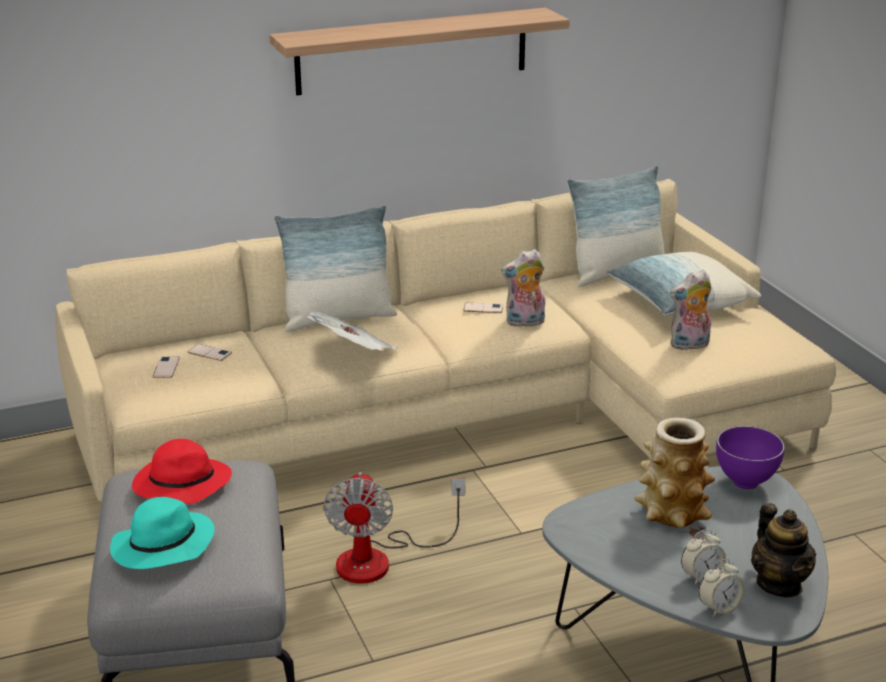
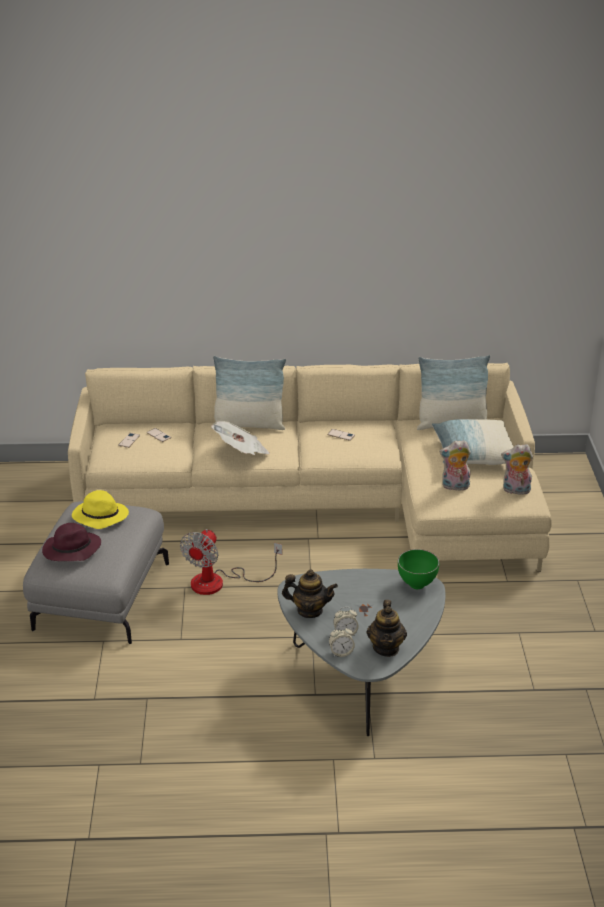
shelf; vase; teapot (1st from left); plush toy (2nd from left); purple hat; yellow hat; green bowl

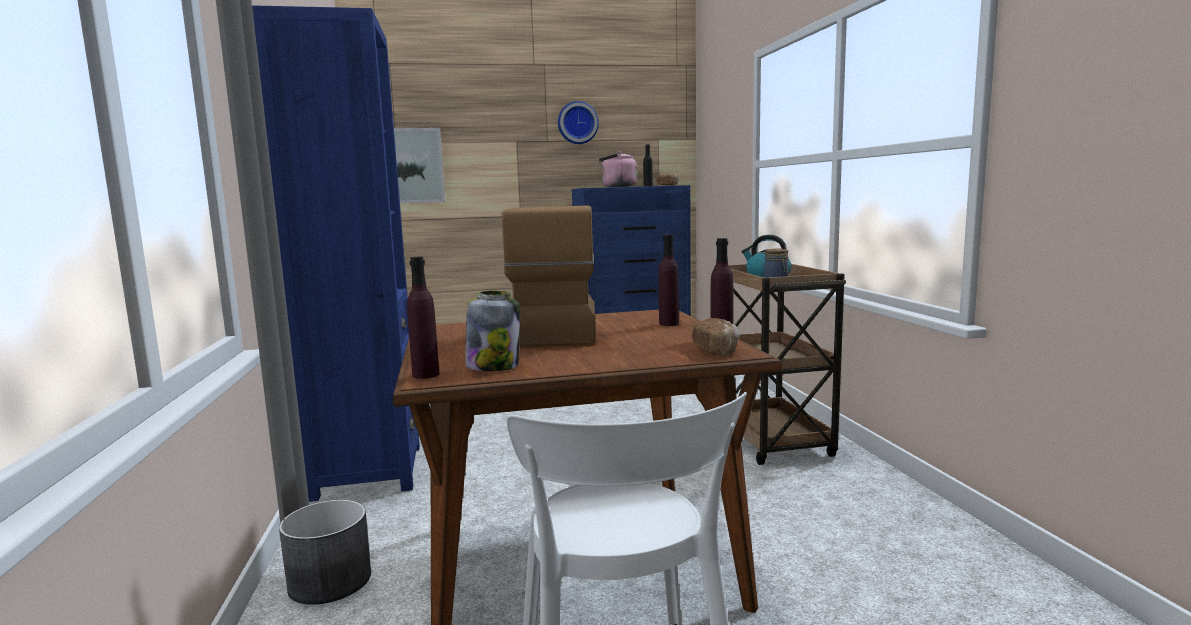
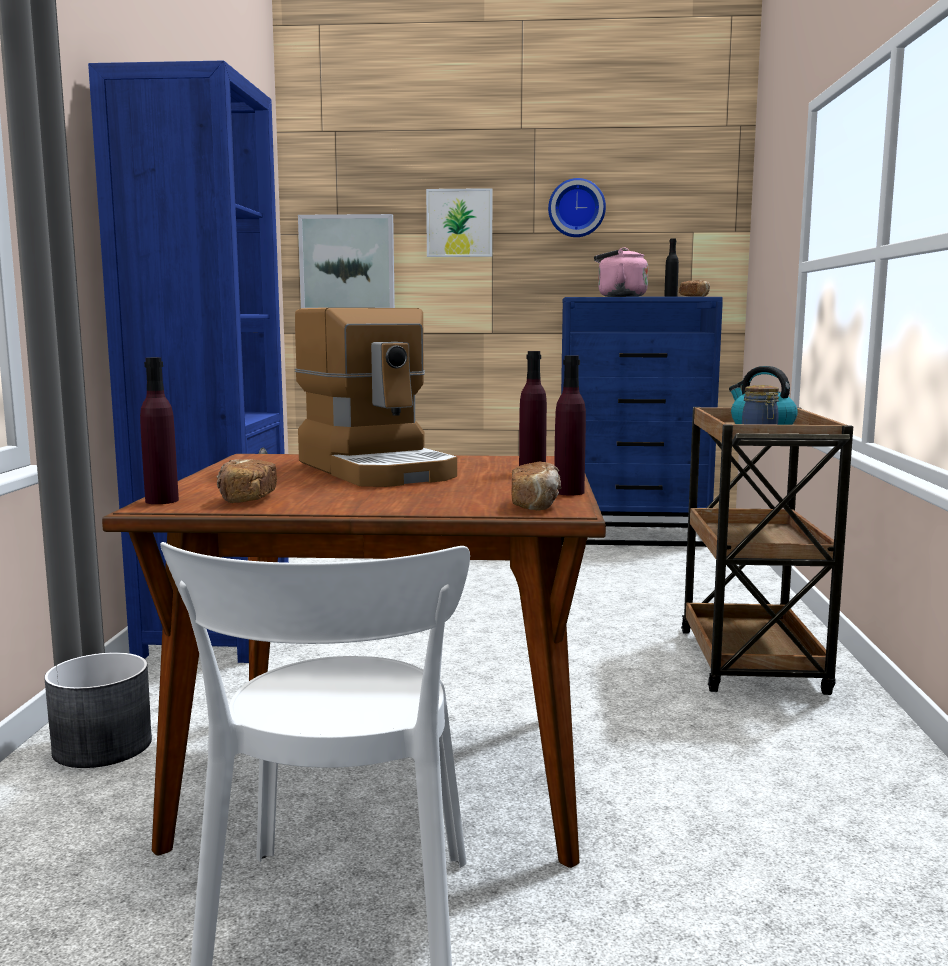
picture (2nd from left); bread (1st from left); coffee machine

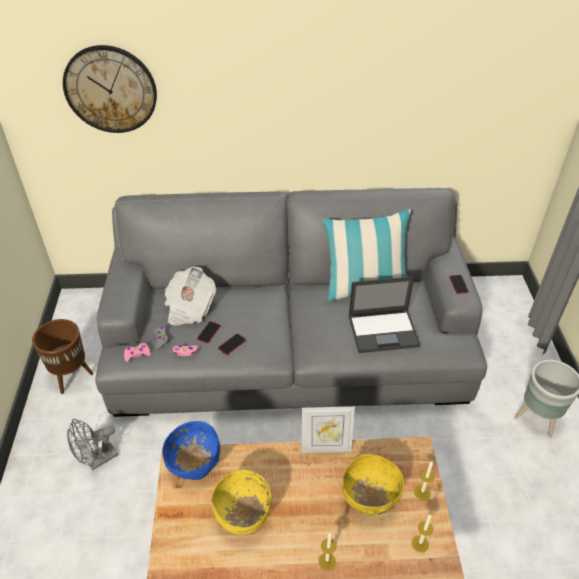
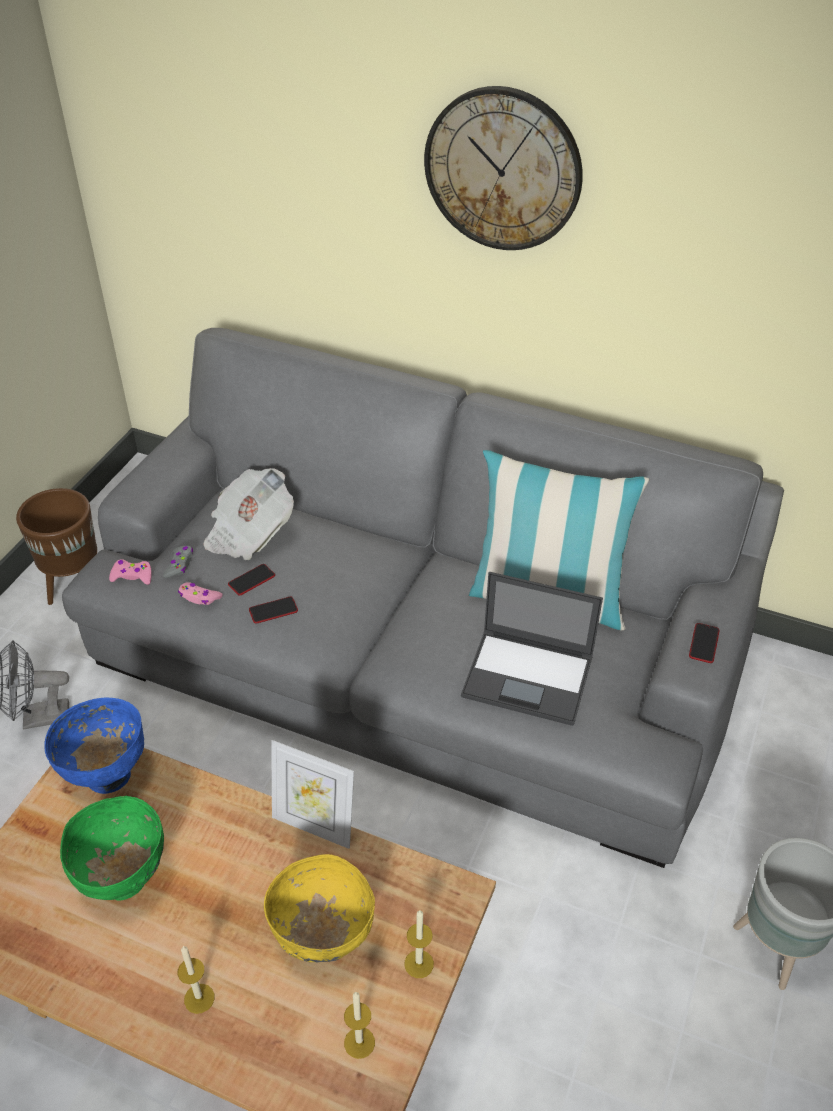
wall clock; green bowl

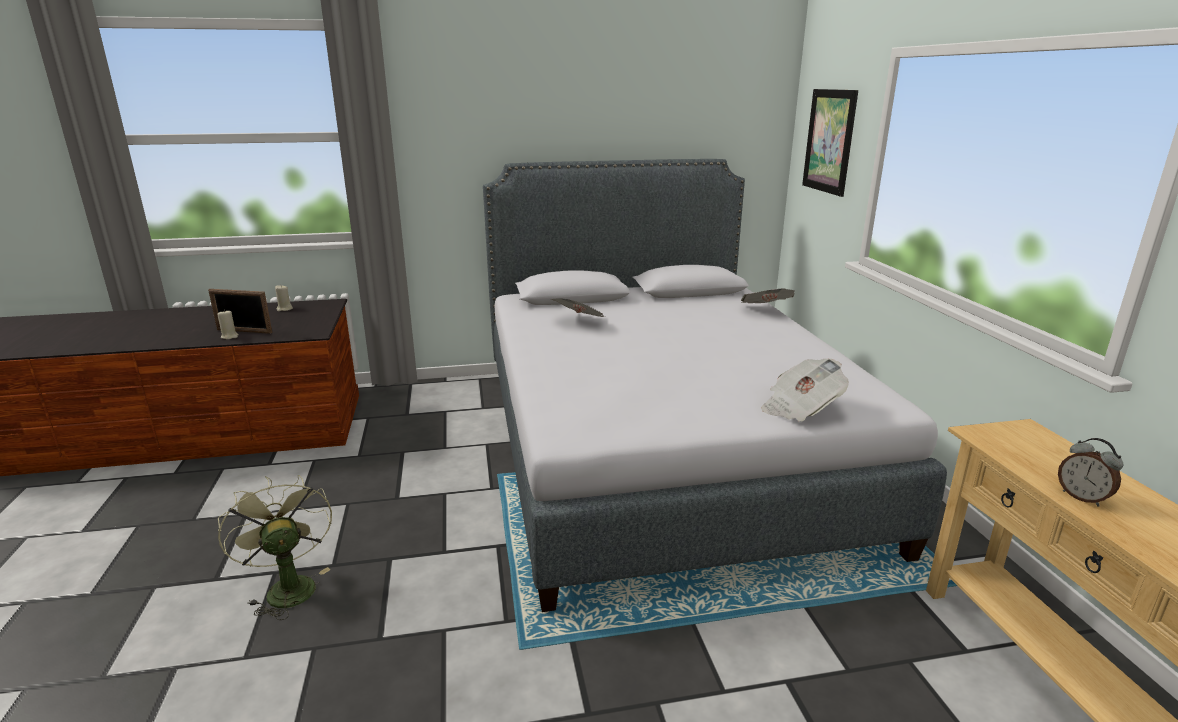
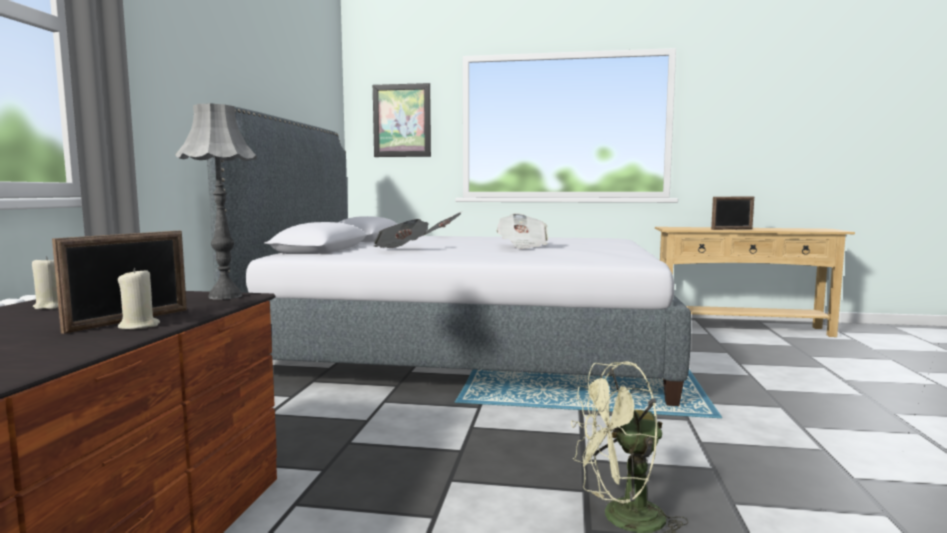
grey table lamp; newspaper (3rd from left); picture frame (2nd from left)

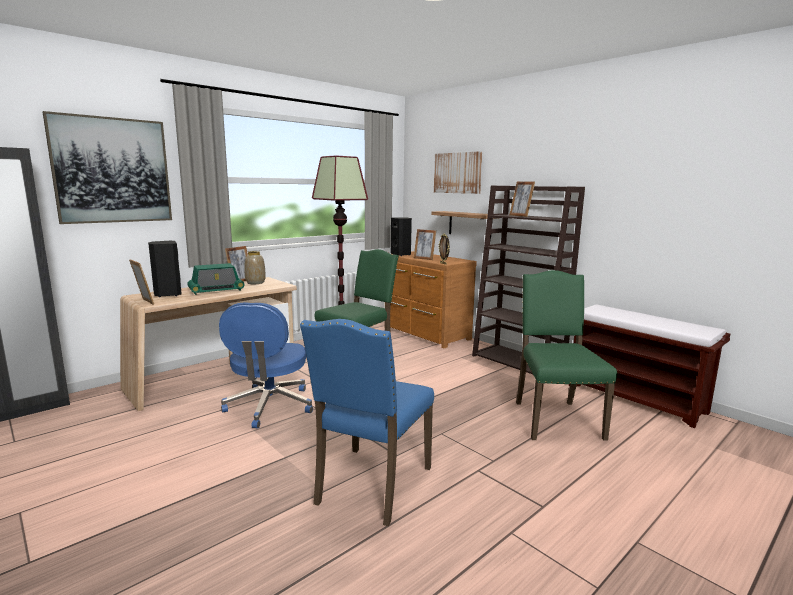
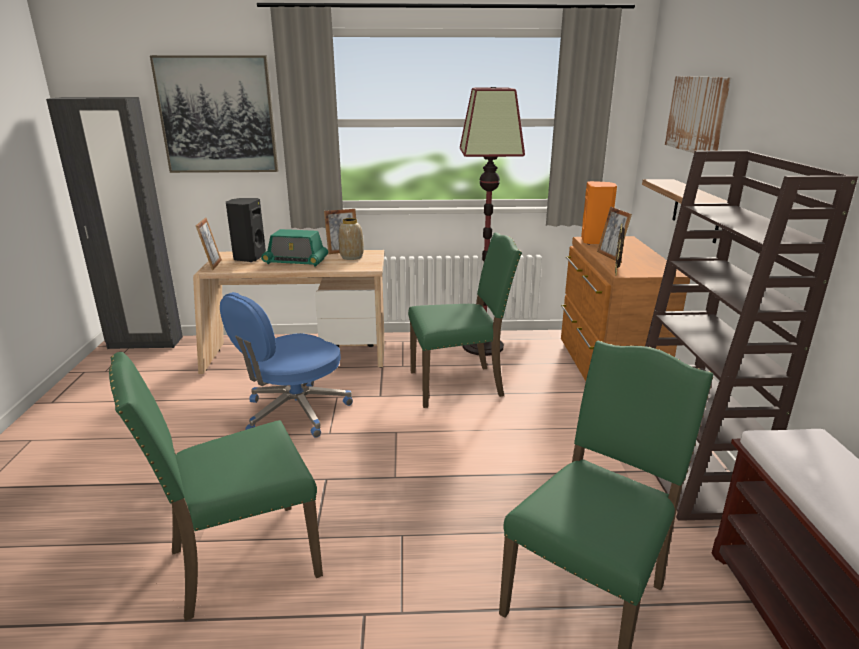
picture frame (5th from left in the first image); green chair (1st from left); orange speaker

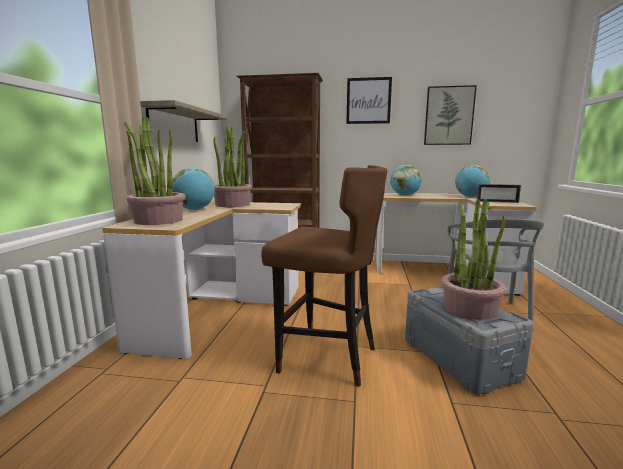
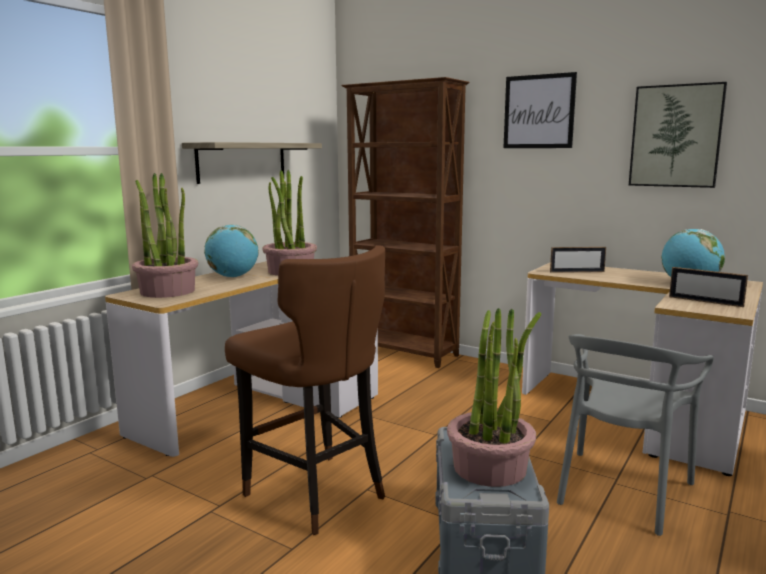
picture frame (1st from left)

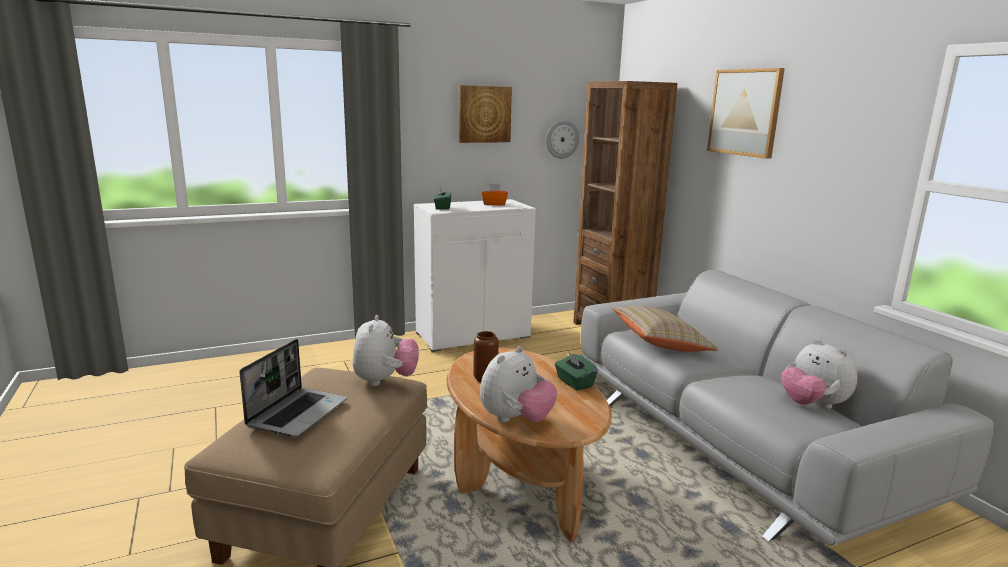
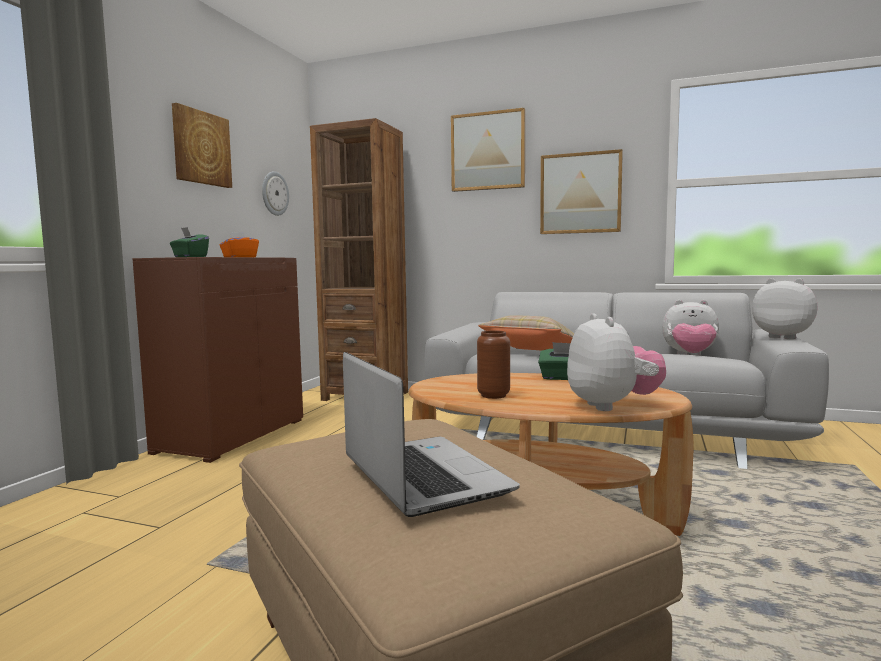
picture (3rd from left); plush toy (3rd from left); brown cabinet

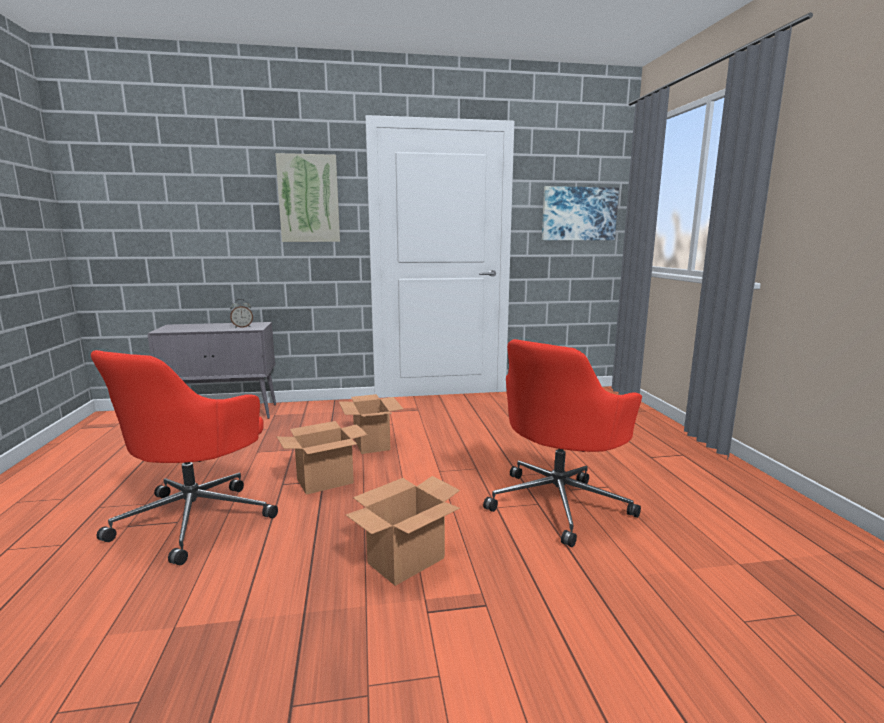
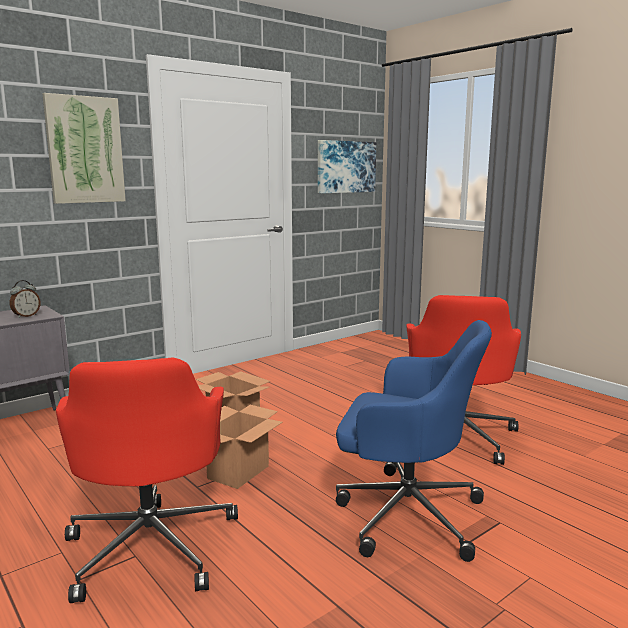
blue office chair

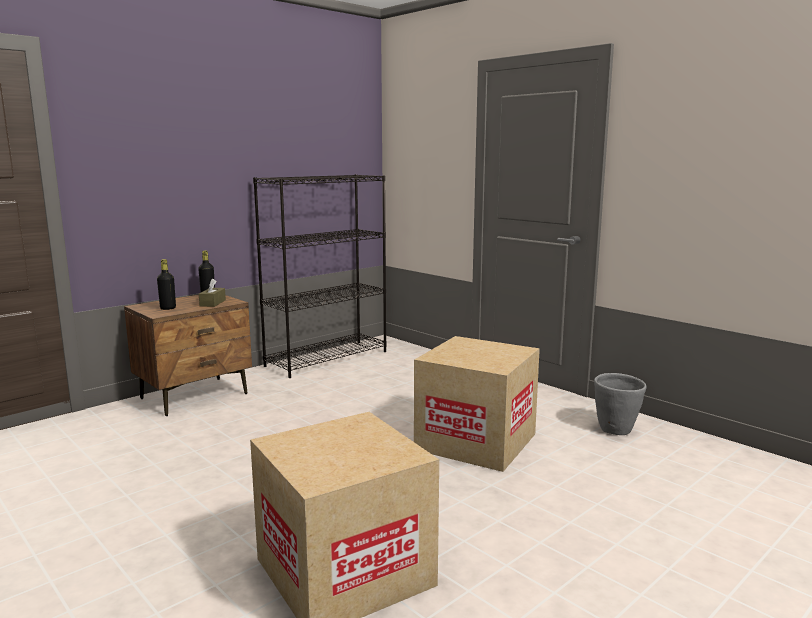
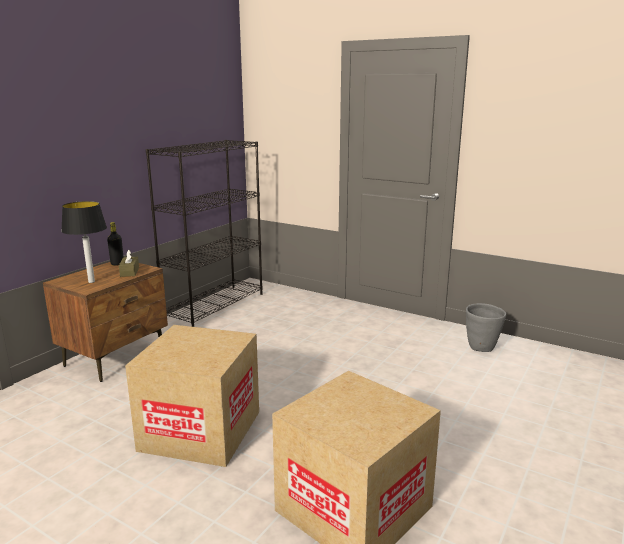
cardboard box (1st from left); table lamp

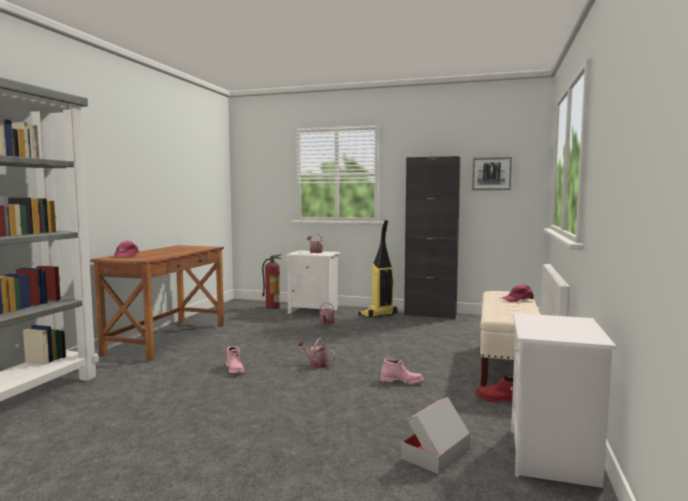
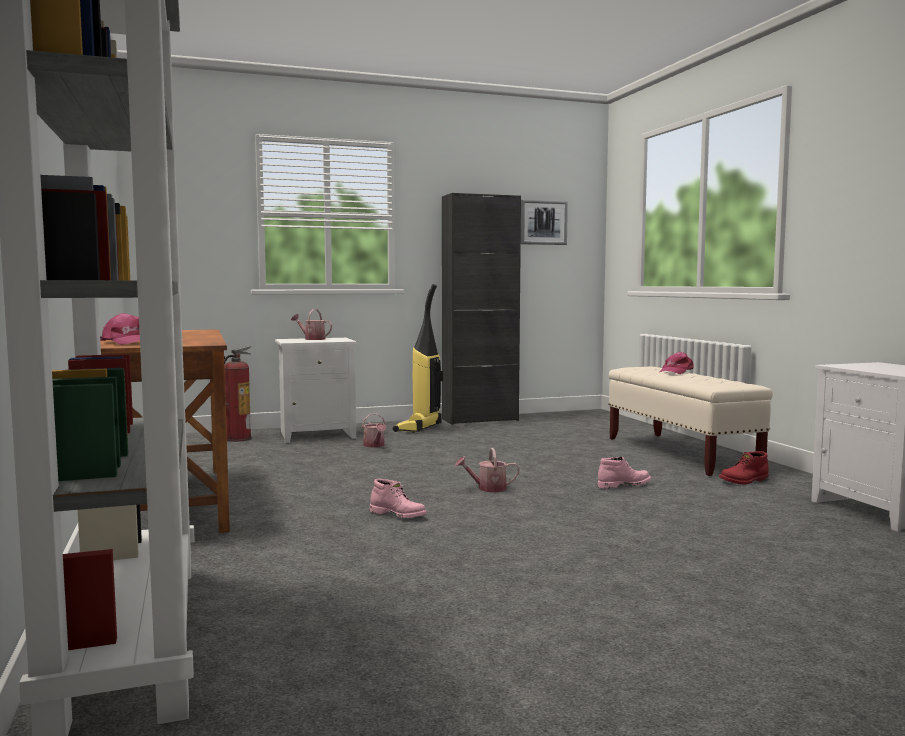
cardboard box

